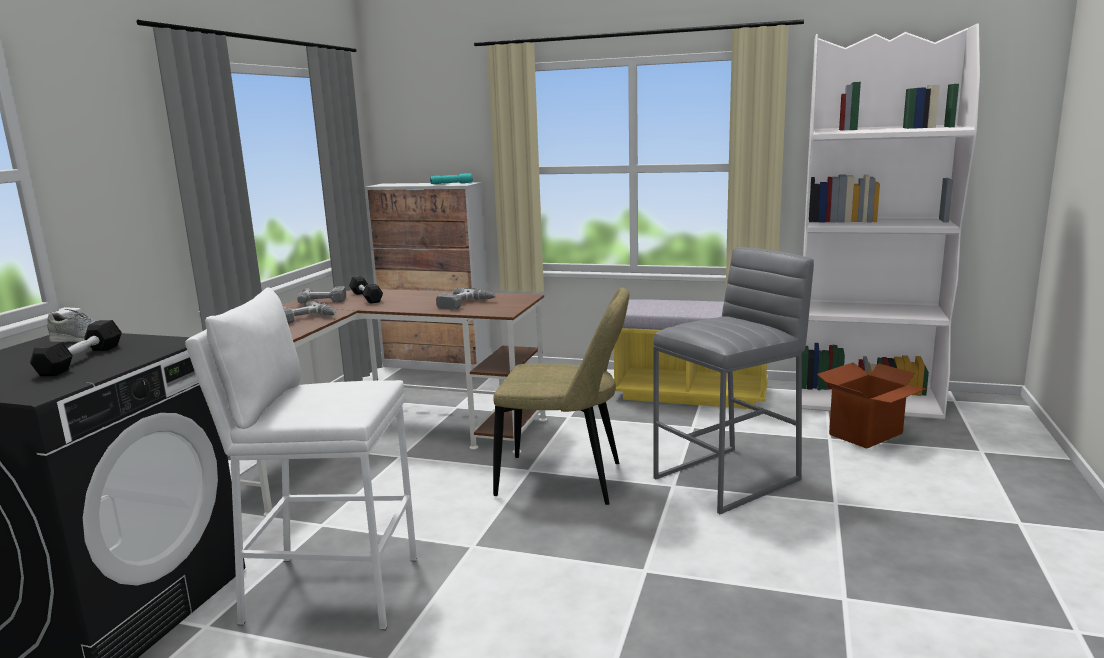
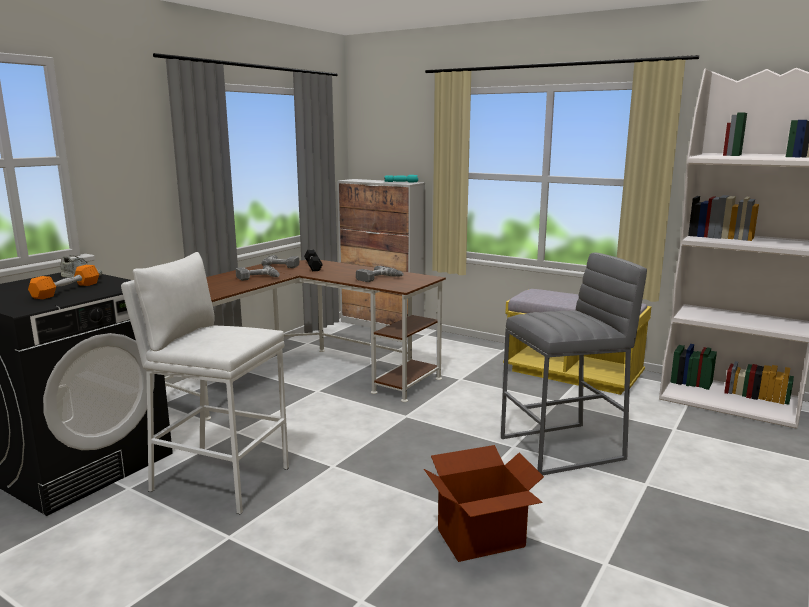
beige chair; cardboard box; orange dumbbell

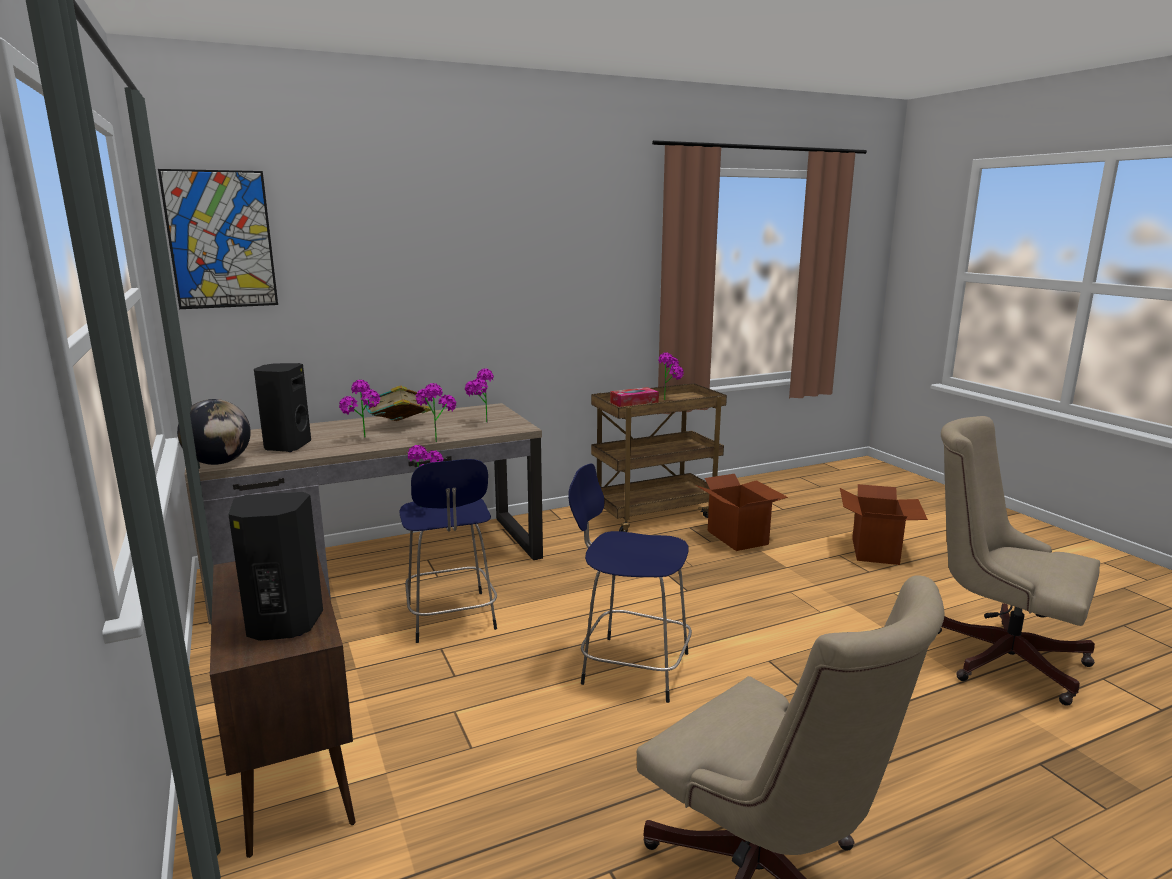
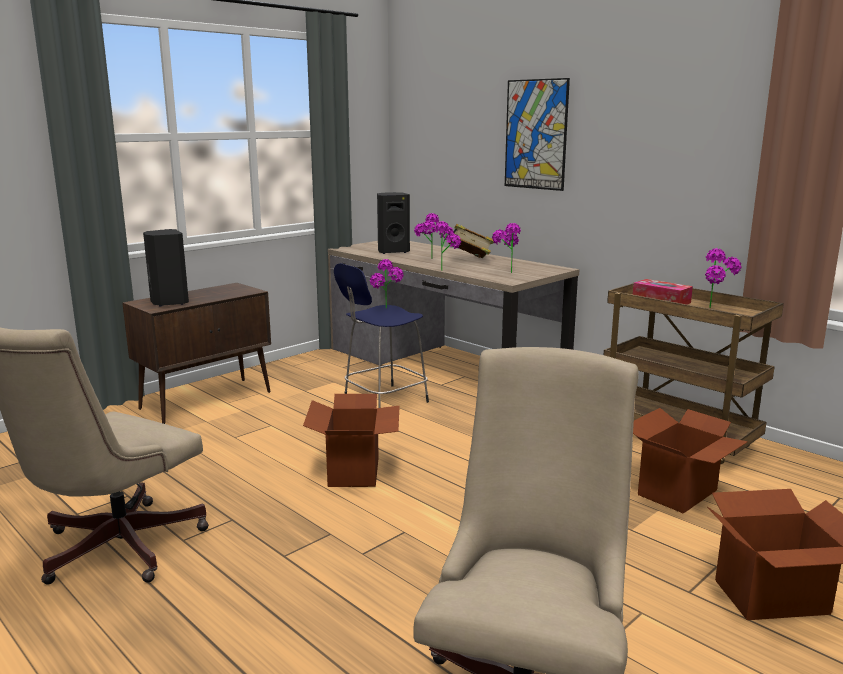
globe; picture; cardboard box (1st from left)

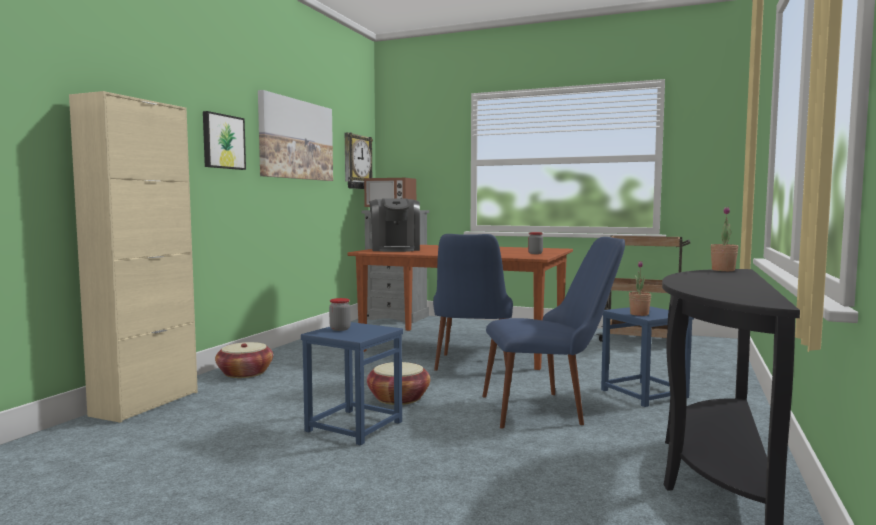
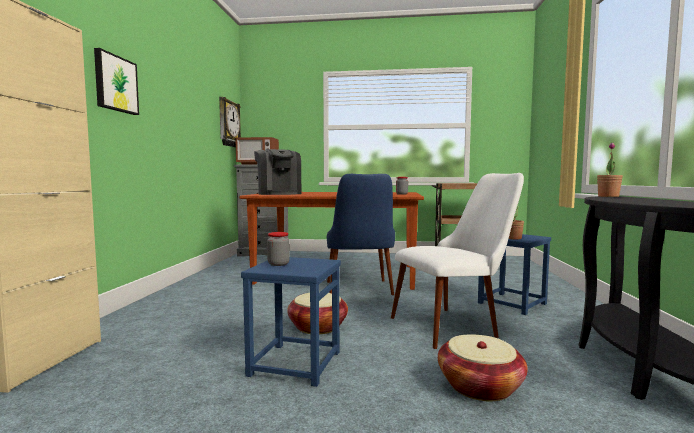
picture (2nd from left in the first image); basket (2nd from left); white chair

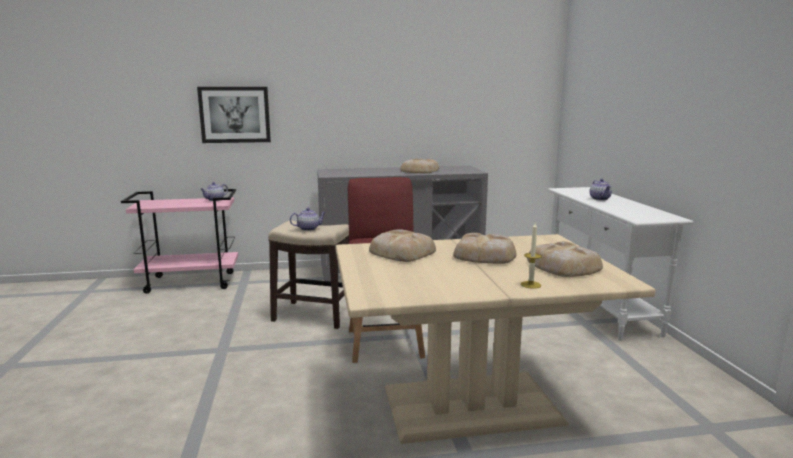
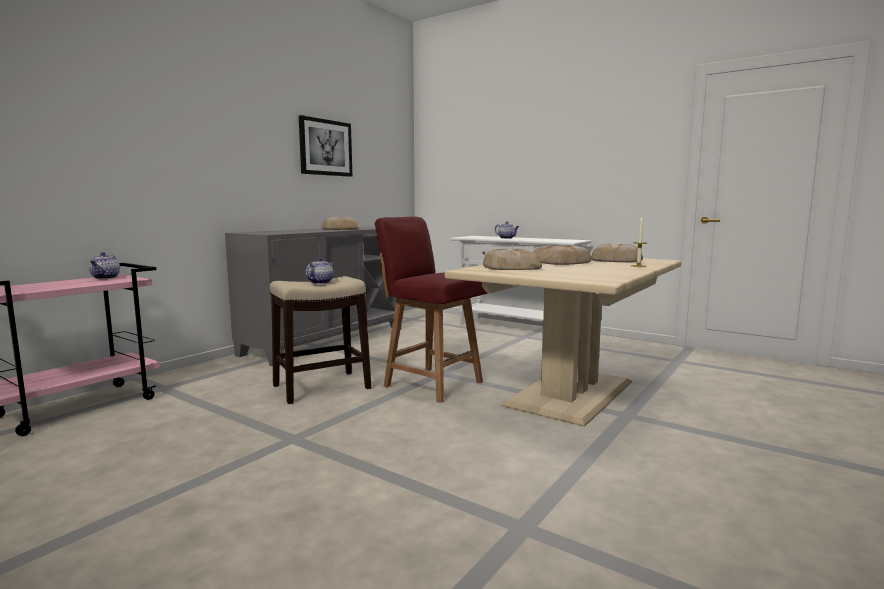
picture

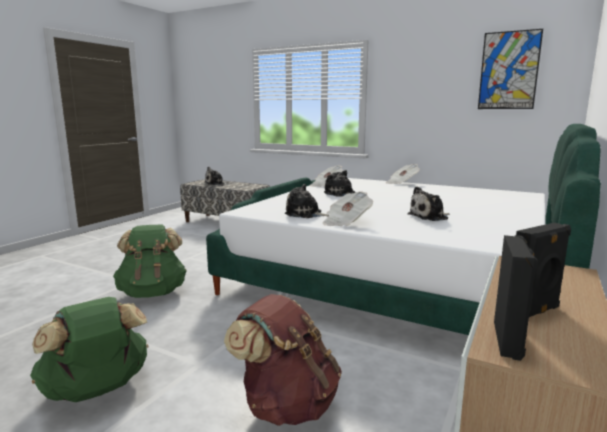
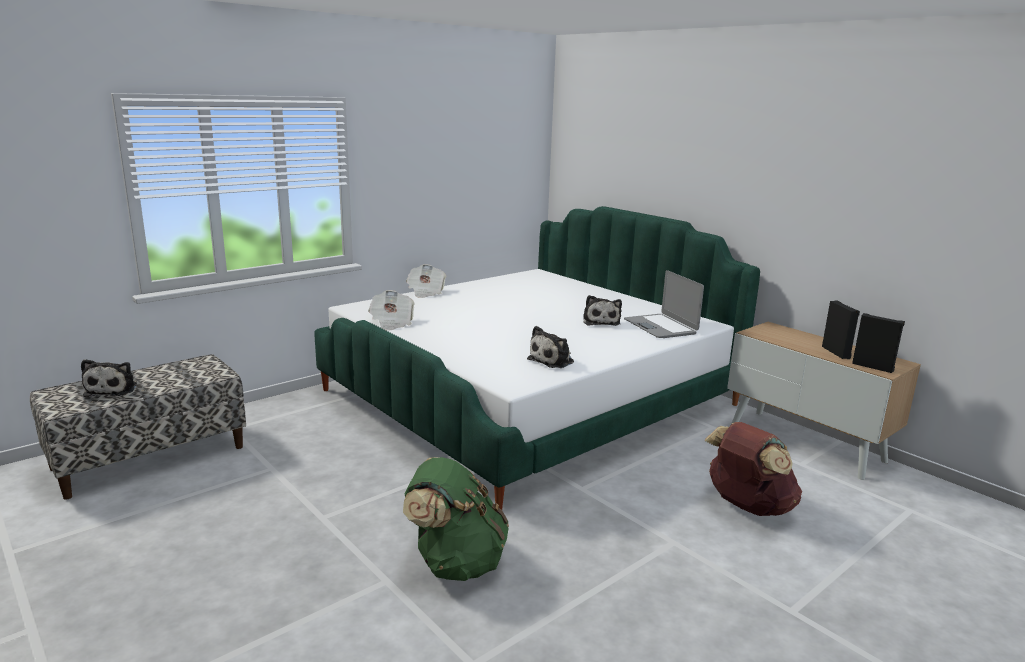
green backpack (1st from left in the first image); newspaper (2nd from left in the first image); plush toy (3rd from left in the first image); picture; laptop

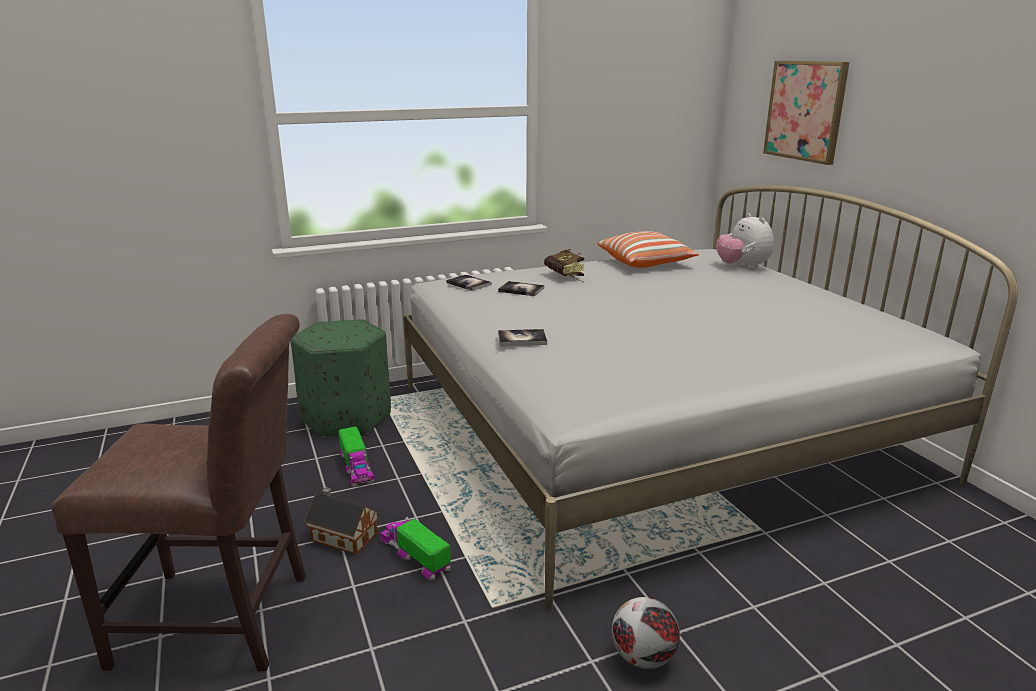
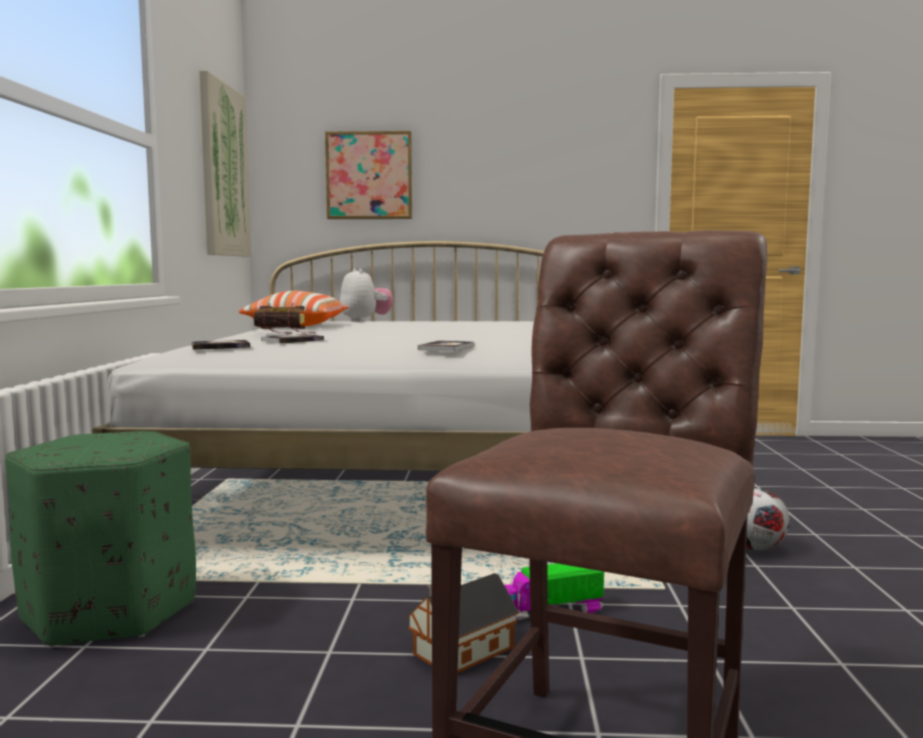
toy truck (1st from left in the first image); picture (1st from left); plush toy

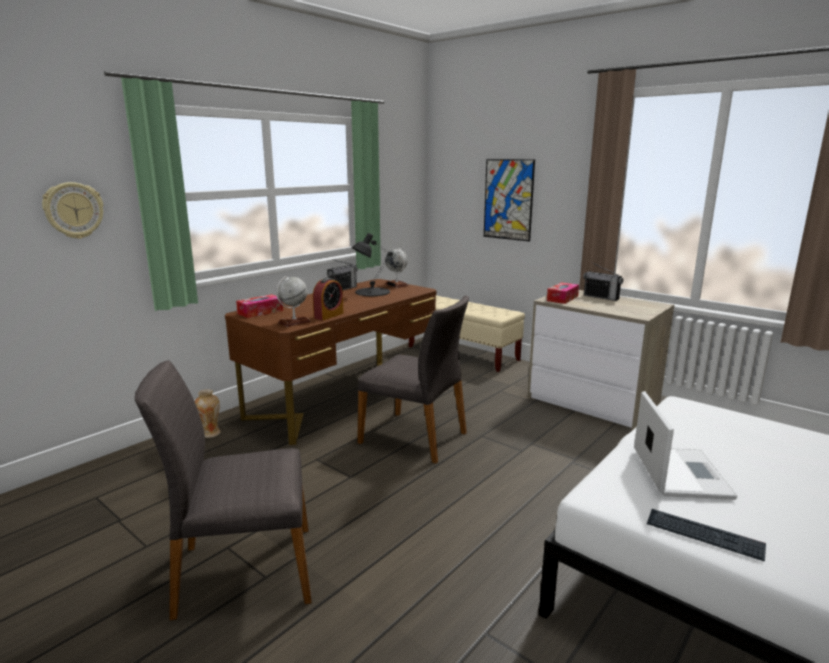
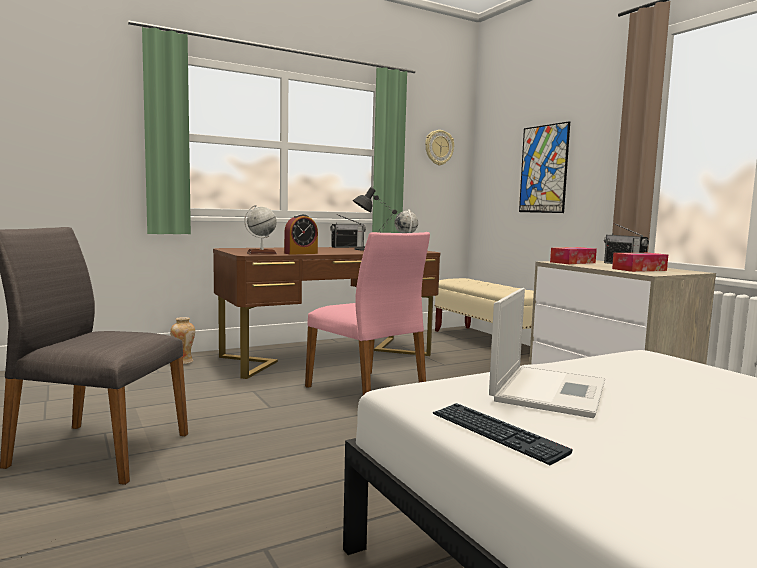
wall clock; tissue box (2nd from left); pink chair

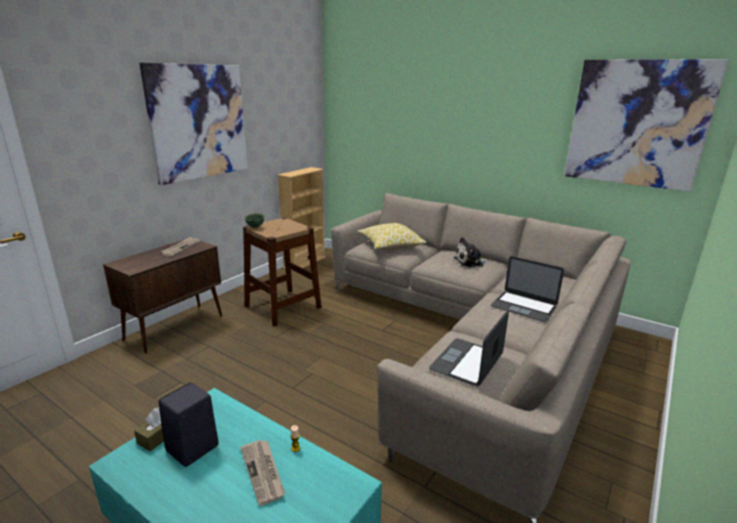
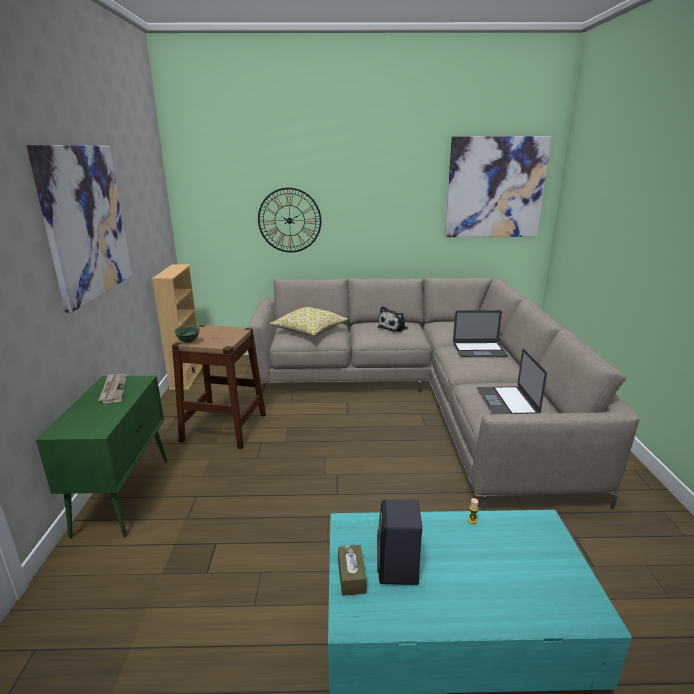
newspaper (2nd from left in the first image); wall clock; green cabinet

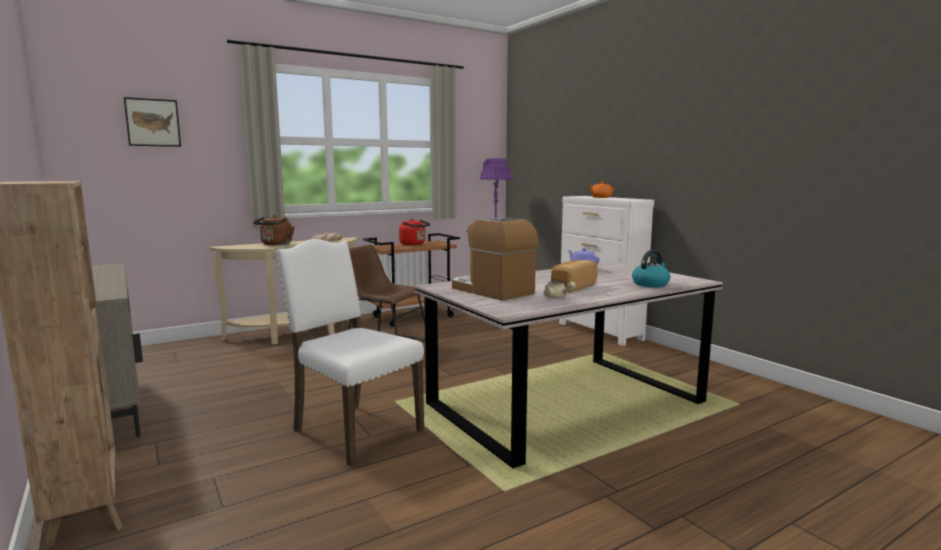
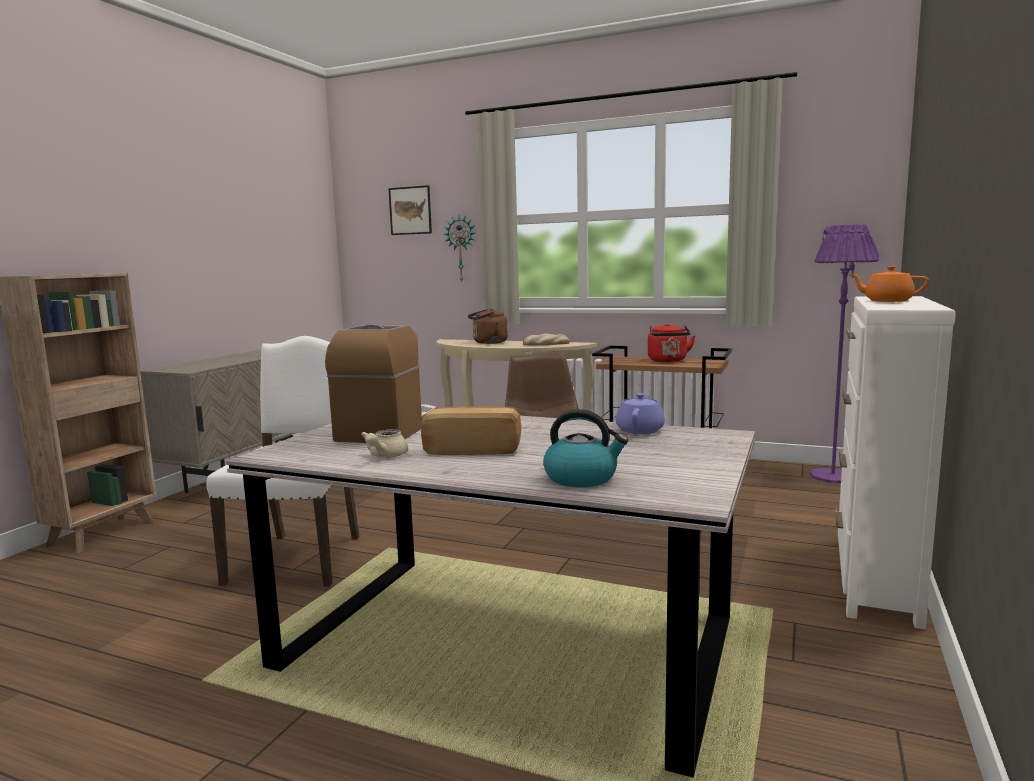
wall clock

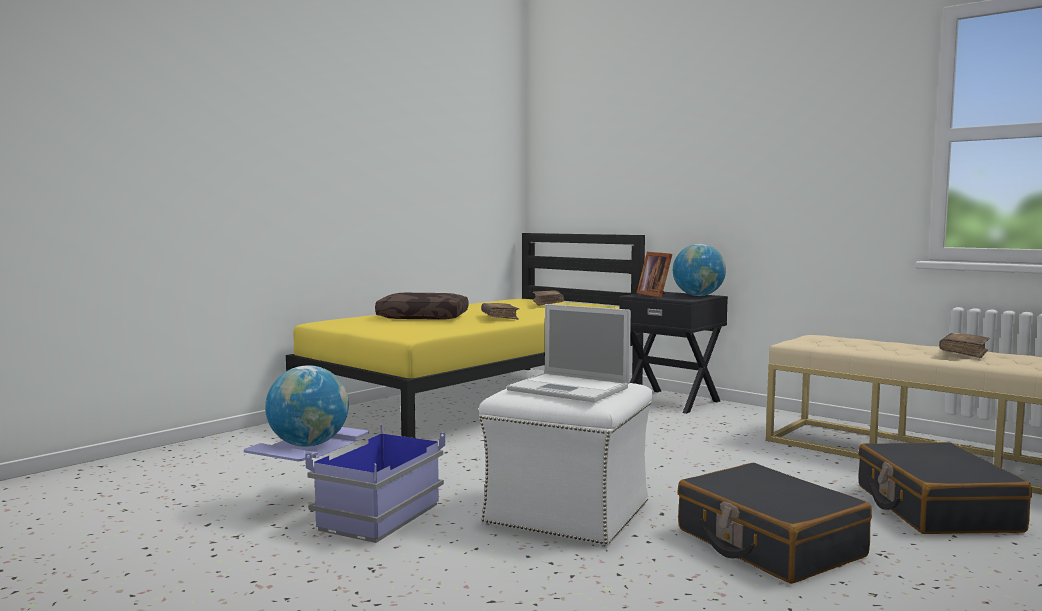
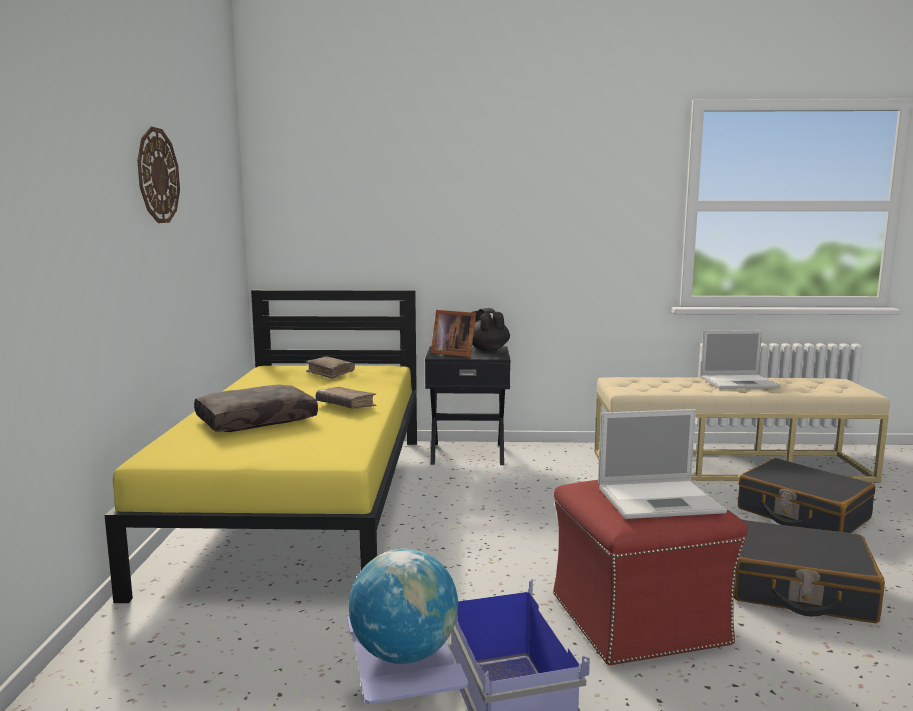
wall clock; black teapot; laptop (2nd from left); red ottoman

